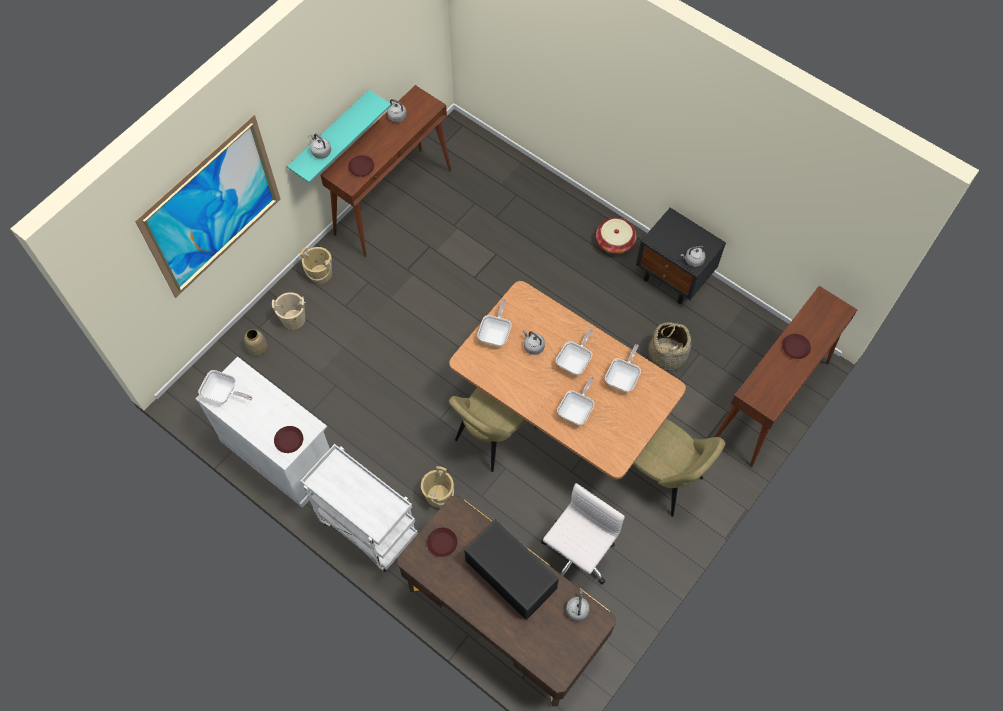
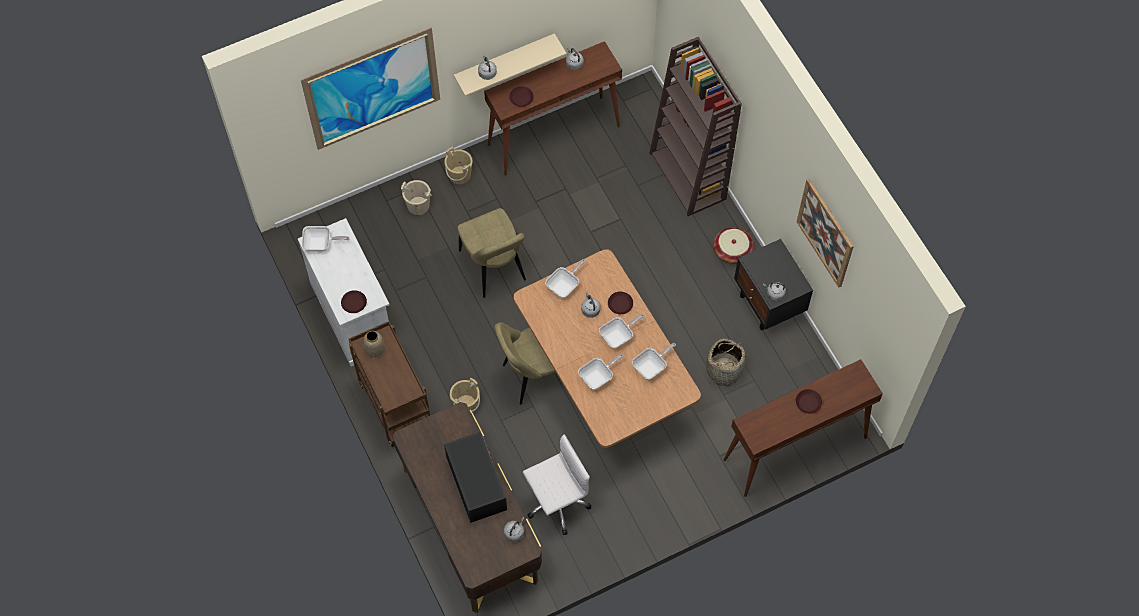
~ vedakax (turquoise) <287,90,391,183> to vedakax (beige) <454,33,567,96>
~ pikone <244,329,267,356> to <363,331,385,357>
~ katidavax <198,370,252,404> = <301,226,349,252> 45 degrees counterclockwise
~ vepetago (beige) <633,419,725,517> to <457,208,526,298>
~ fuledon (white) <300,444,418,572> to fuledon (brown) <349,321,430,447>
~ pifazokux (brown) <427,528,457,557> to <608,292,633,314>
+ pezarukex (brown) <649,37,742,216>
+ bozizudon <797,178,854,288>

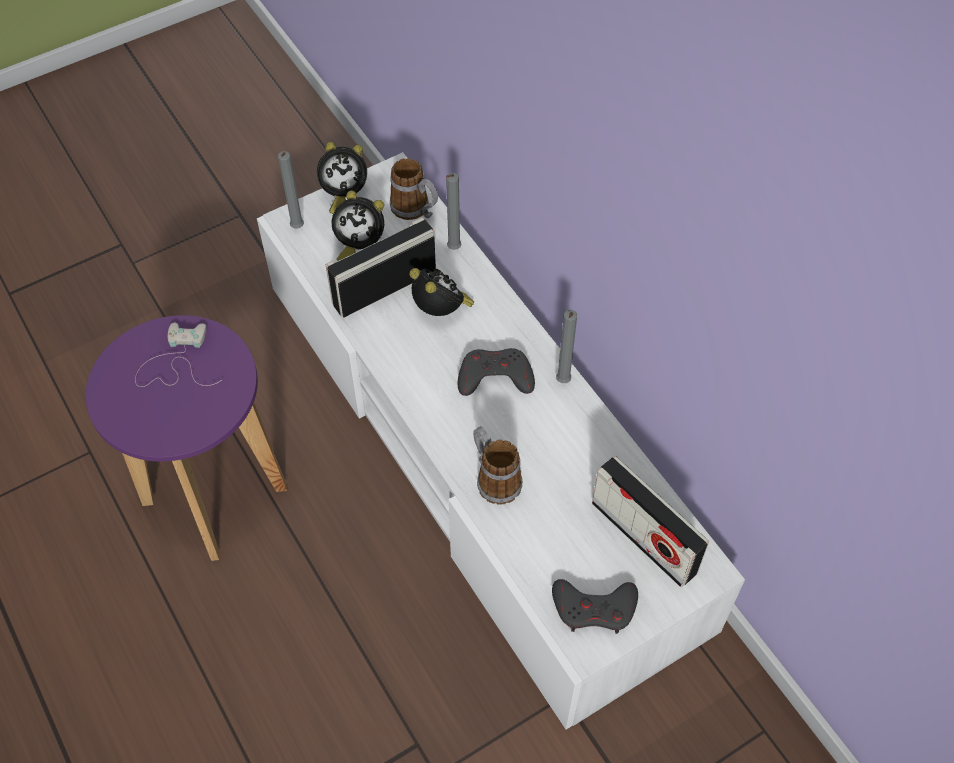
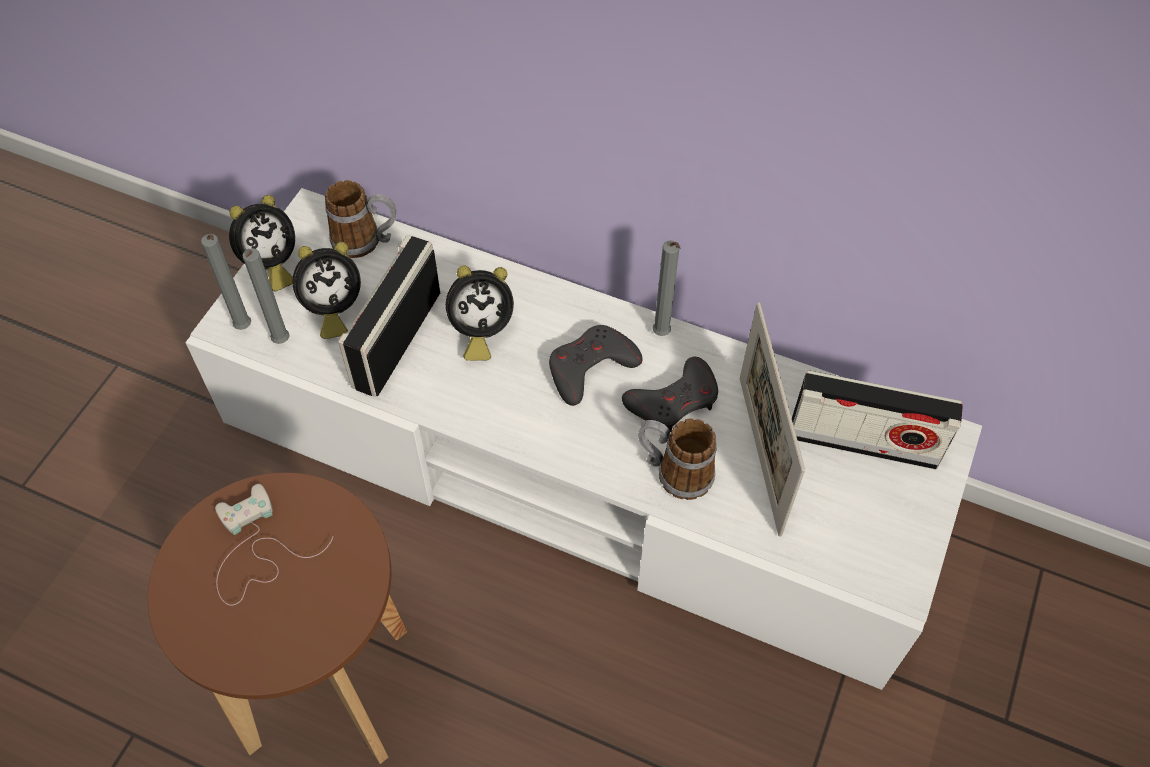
~ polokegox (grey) <446,173,462,250> to <243,248,289,344>
~ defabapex <409,268,474,316> = <446,265,514,361> 150 degrees clockwise
~ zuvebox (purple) <86,315,287,561> to zuvebox (brown) <148,473,407,764>
~ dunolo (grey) <552,579,638,634> to <622,357,718,432>
+ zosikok <740,302,805,537>

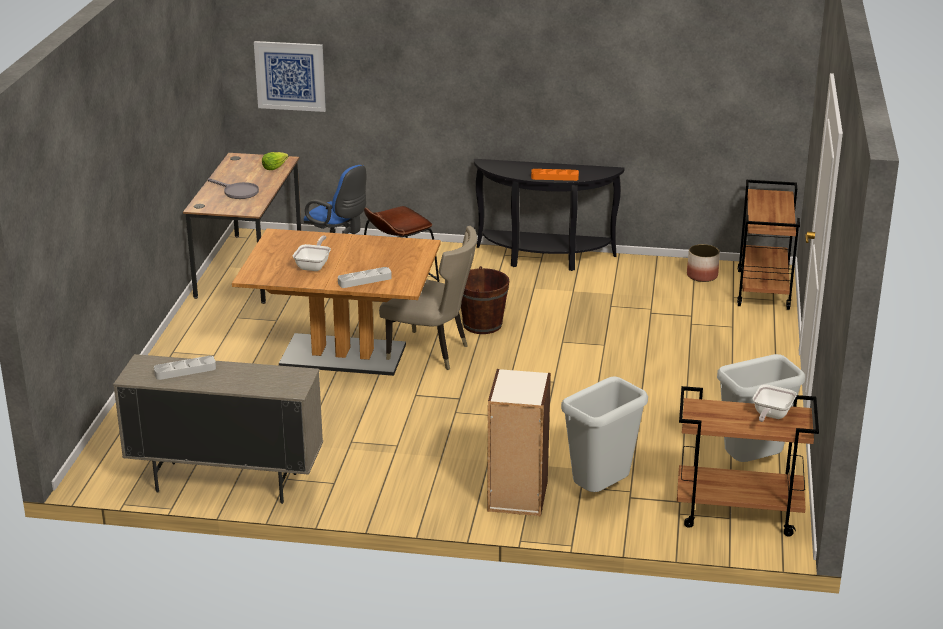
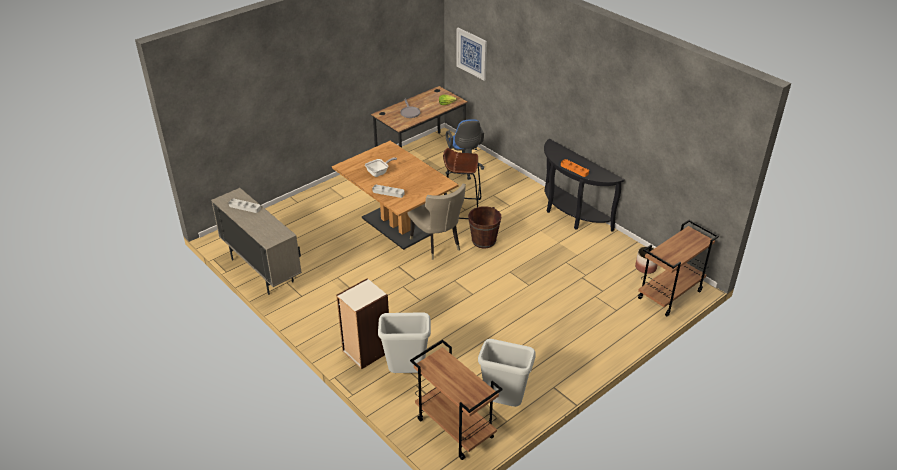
- katidavax <753,385,797,422>

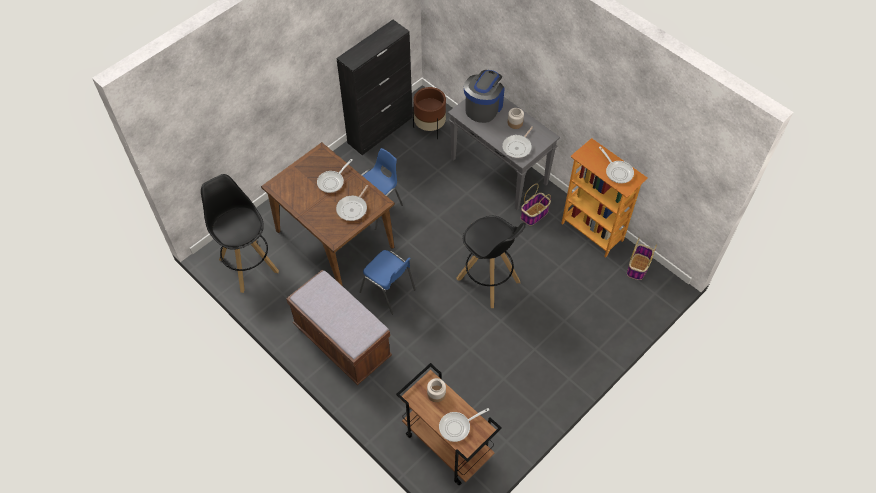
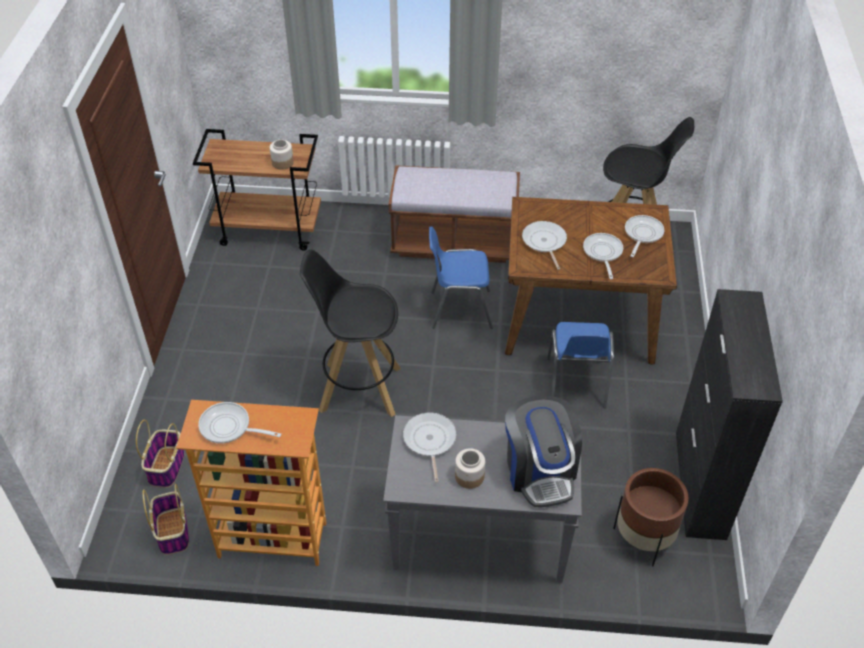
~ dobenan <520,184,551,226> to <136,420,185,488>
~ katidavax <439,408,489,442> to <625,215,664,257>

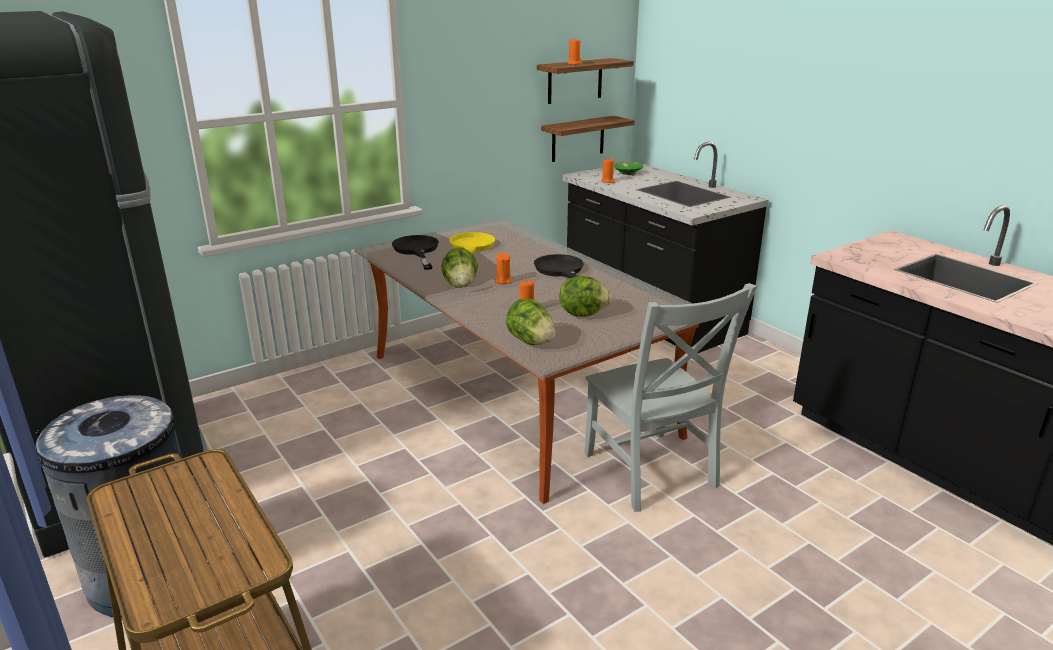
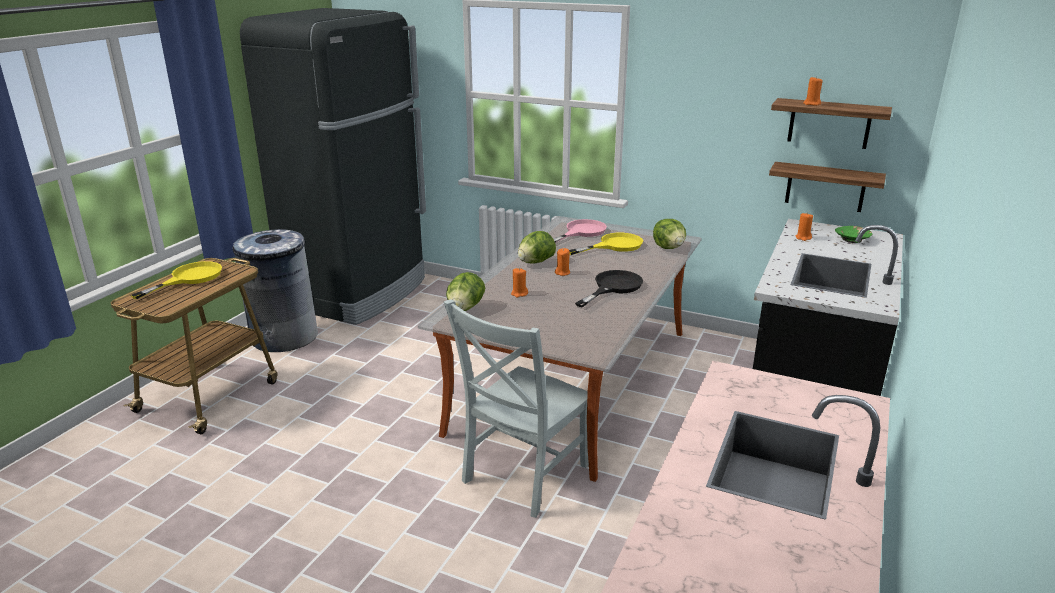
~ katidavax (black) <392,235,439,270> to katidavax (pink) <553,219,607,243>
~ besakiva <559,275,612,317> to <653,219,686,249>
+ katidavax (yellow) <130,261,222,299>

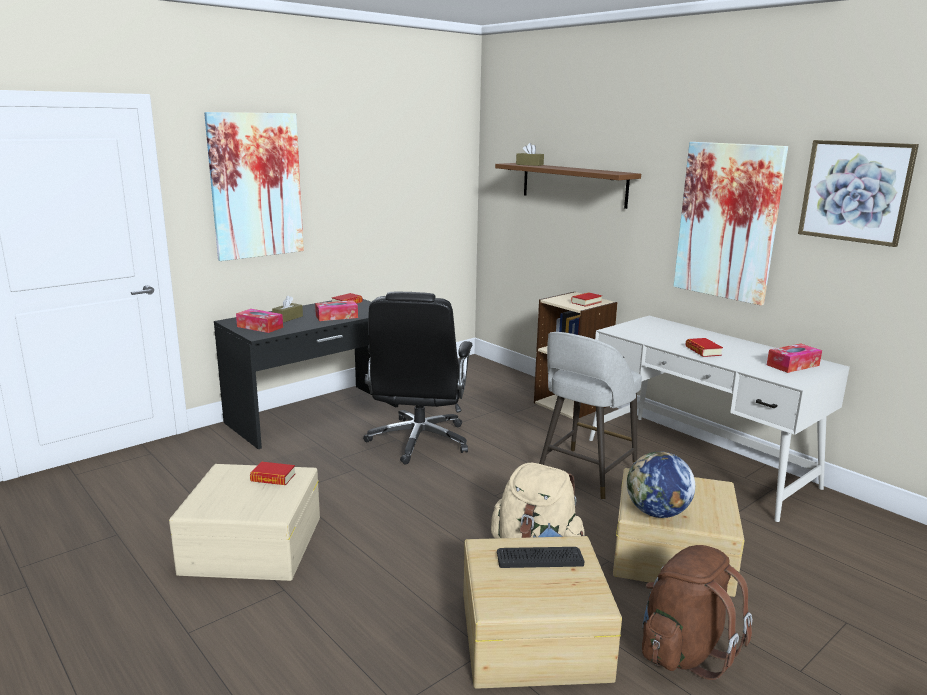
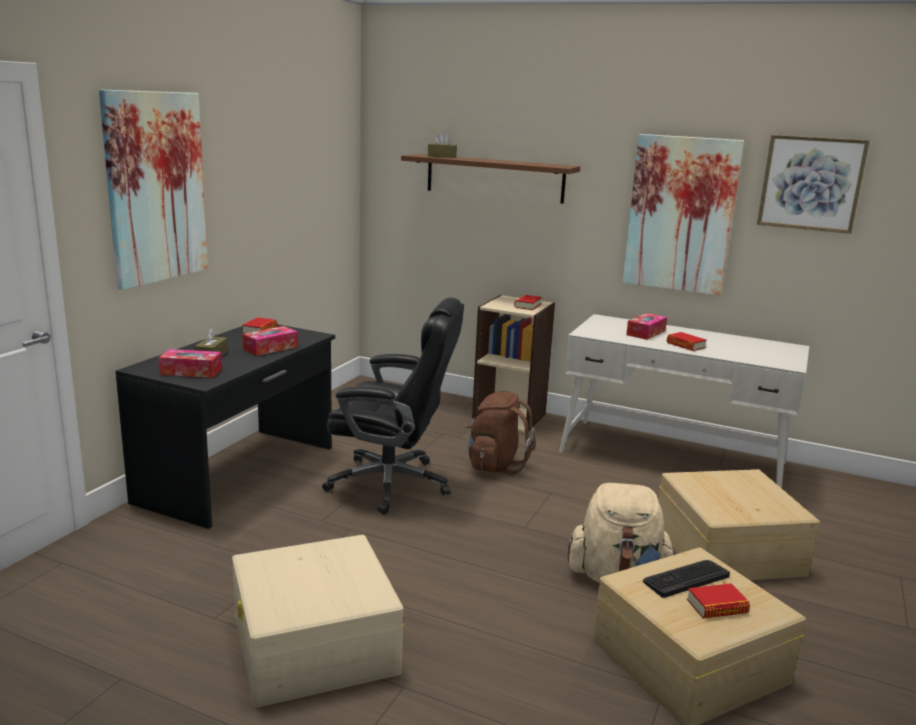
~ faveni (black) <363,292,472,465> = <322,298,464,515> 60 degrees counterclockwise
- zuvebox (grey) <539,332,642,500>
~ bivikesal <767,344,822,373> to <626,313,667,340>
- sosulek <627,451,695,518>
~ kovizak <250,462,295,485> to <687,583,750,618>
~ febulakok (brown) <642,545,752,680> to <466,392,536,475>

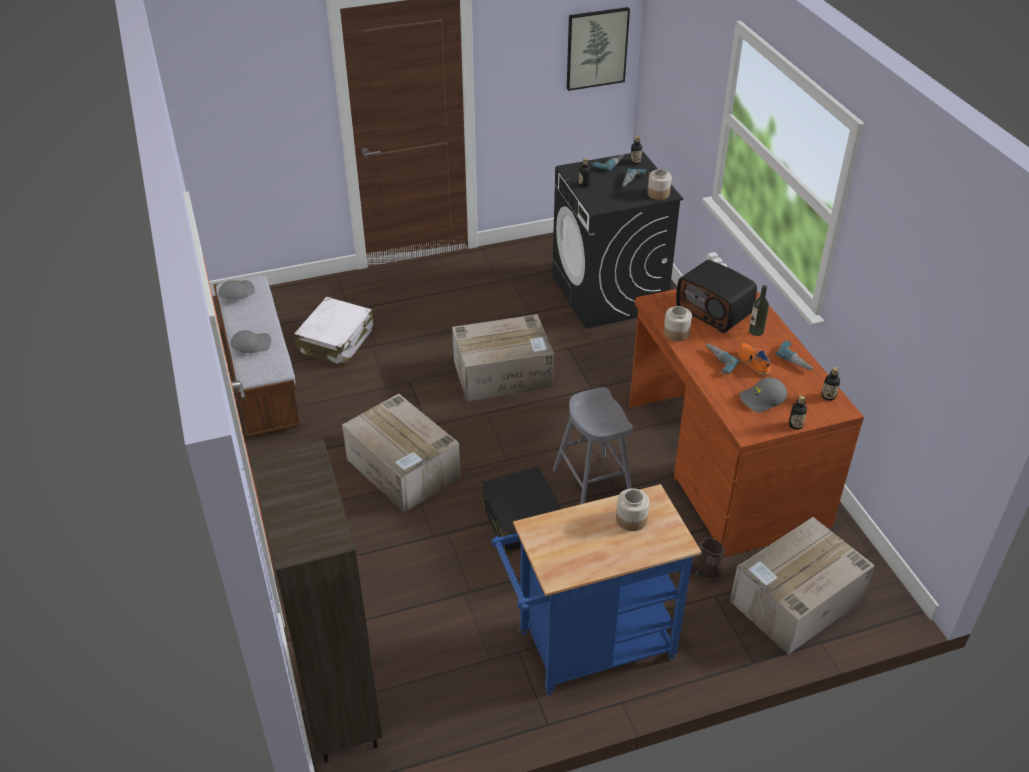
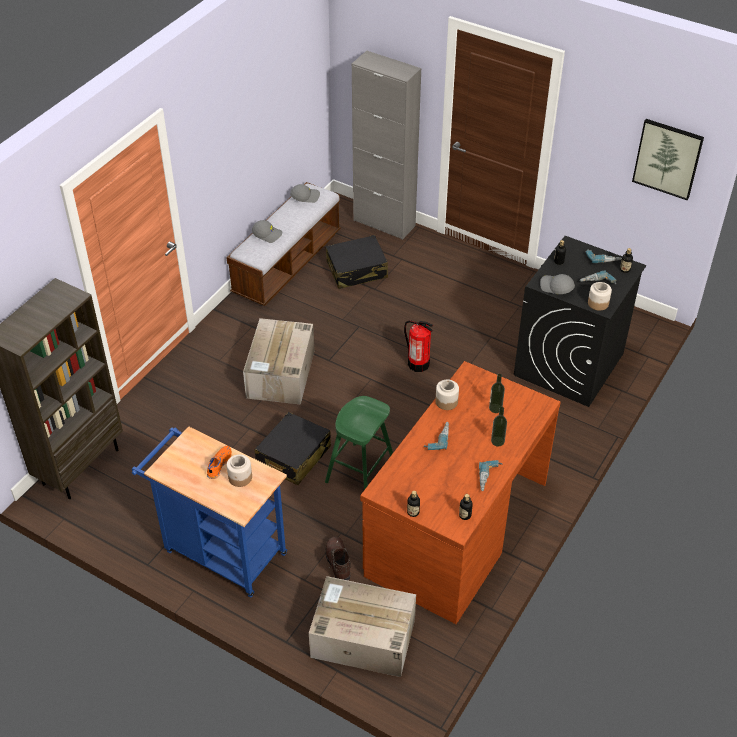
~ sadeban <676,260,757,333> to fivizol <489,374,505,413>
~ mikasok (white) <294,297,374,367> to mikasok (black) <326,235,388,289>
~ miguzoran <452,314,554,401> to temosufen <404,320,433,372>
~ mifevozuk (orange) <738,343,771,375> to <207,446,232,479>
~ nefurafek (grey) <739,378,787,413> to <540,274,575,294>
~ zuvebox (grey) <553,387,633,504> to zuvebox (green) <325,396,393,490>
+ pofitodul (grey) <352,51,421,240>

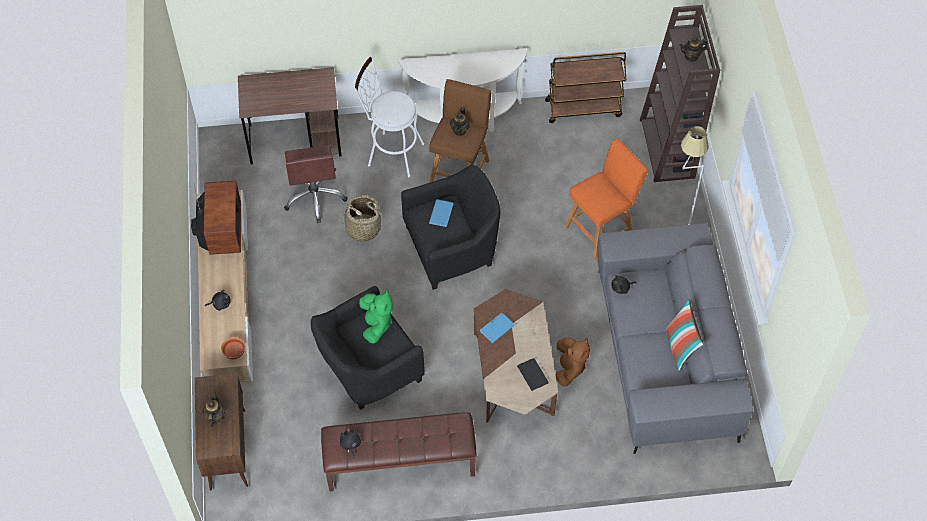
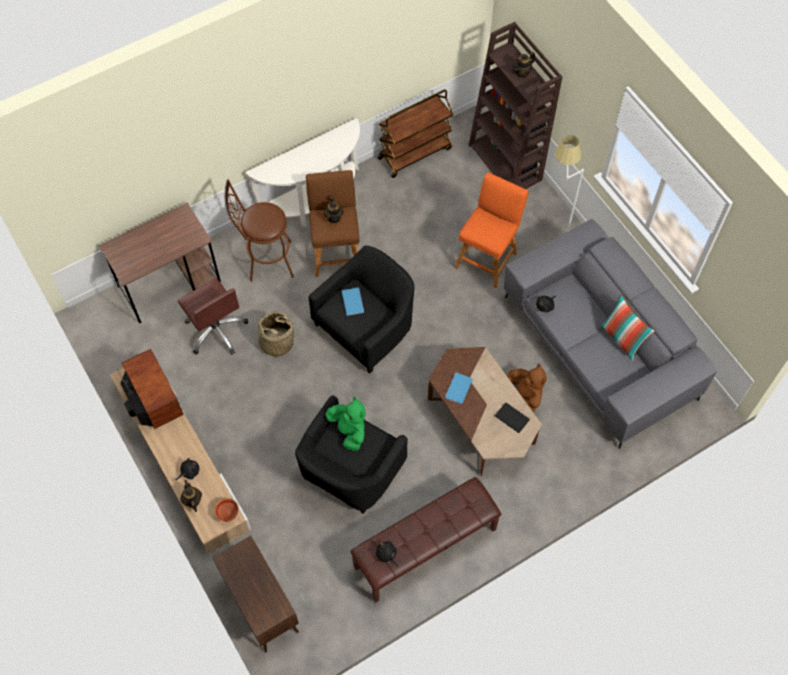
~ zuvebox (white) <355,56,424,177> to zuvebox (brown) <225,179,294,282>
~ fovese <202,392,225,427> to <180,480,202,512>

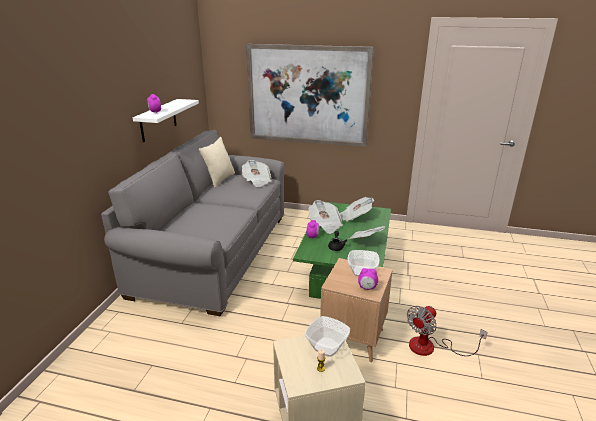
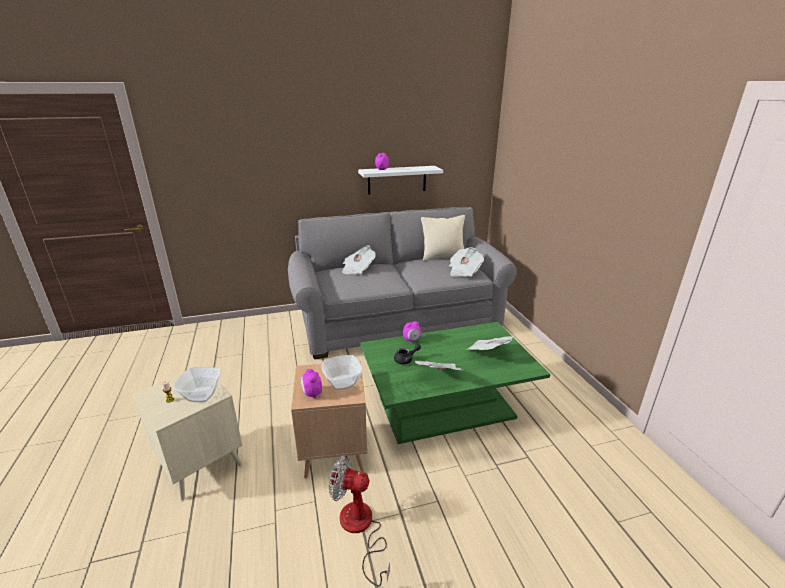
- bozizudon <246,44,374,147>
~ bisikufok <308,200,343,234> to <342,245,376,274>

